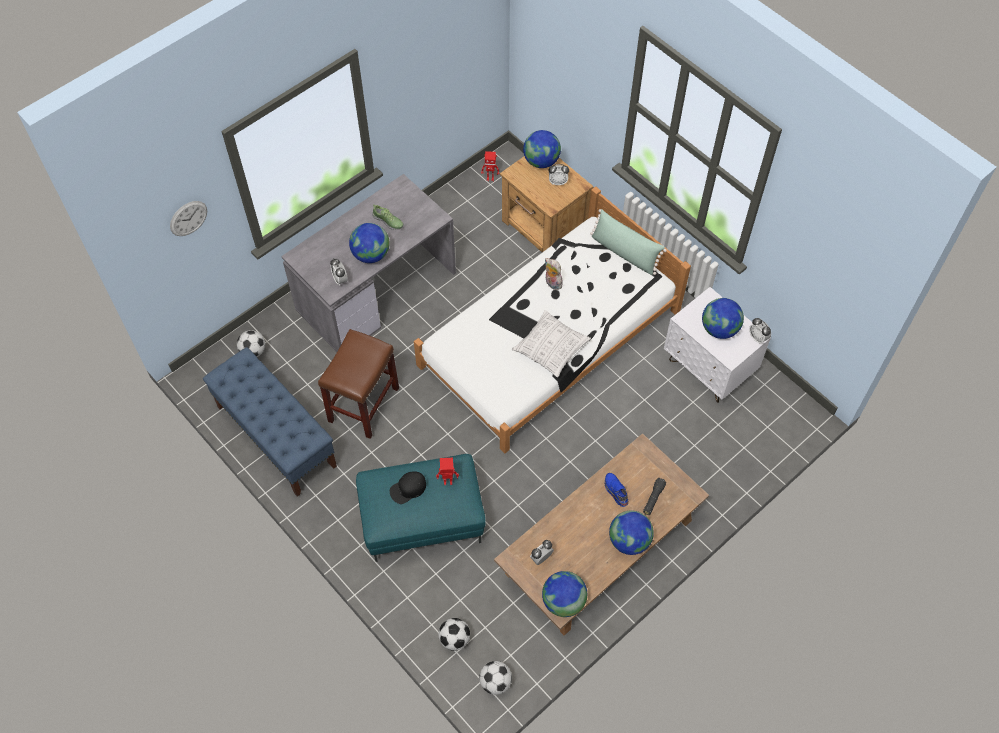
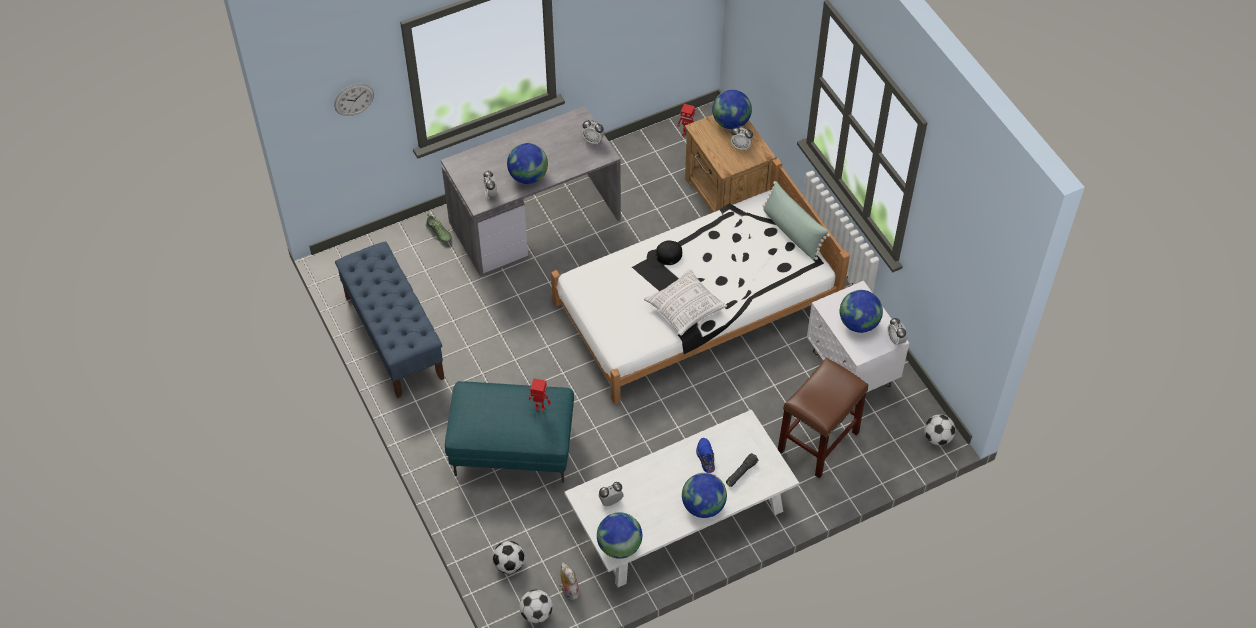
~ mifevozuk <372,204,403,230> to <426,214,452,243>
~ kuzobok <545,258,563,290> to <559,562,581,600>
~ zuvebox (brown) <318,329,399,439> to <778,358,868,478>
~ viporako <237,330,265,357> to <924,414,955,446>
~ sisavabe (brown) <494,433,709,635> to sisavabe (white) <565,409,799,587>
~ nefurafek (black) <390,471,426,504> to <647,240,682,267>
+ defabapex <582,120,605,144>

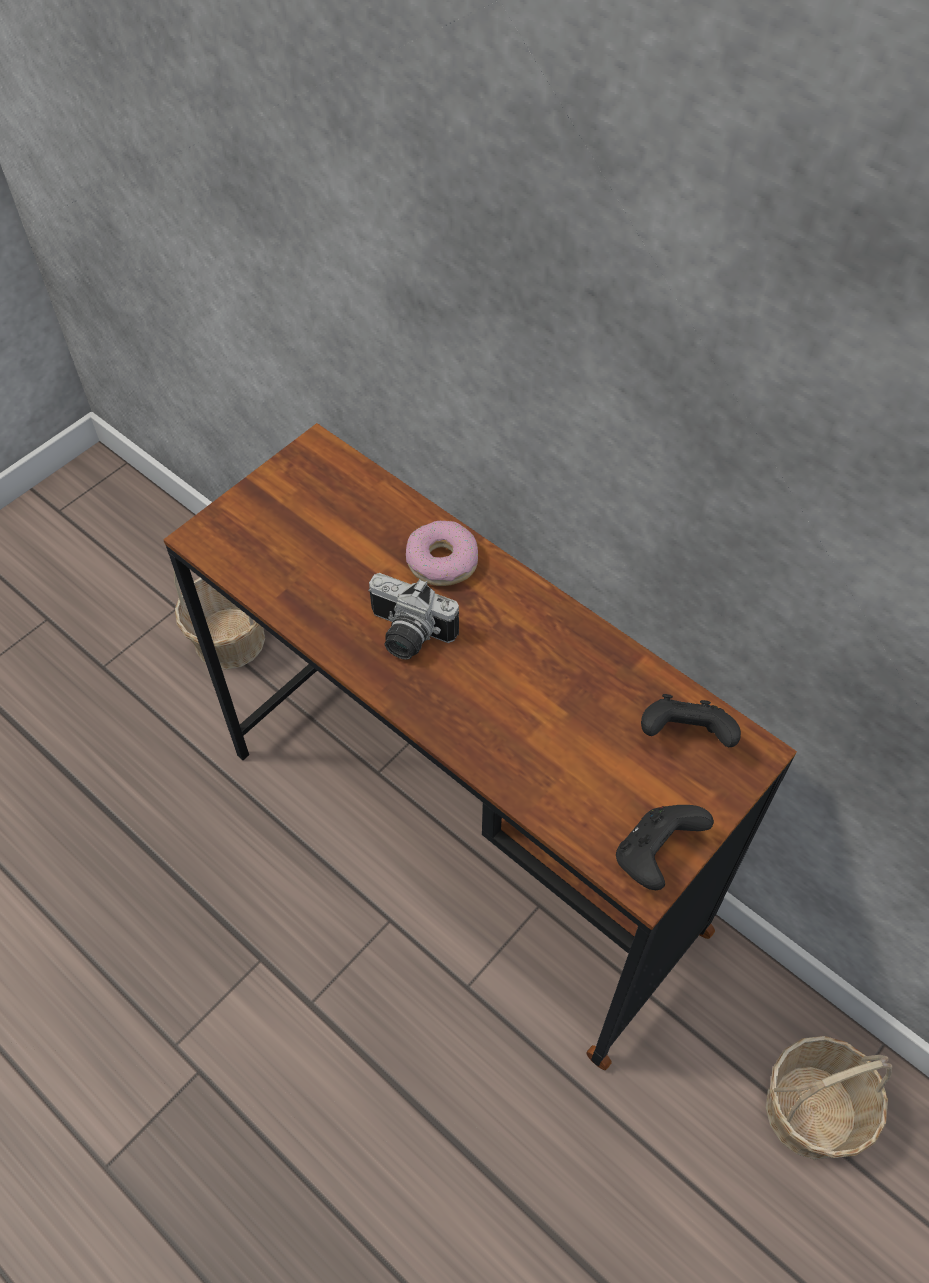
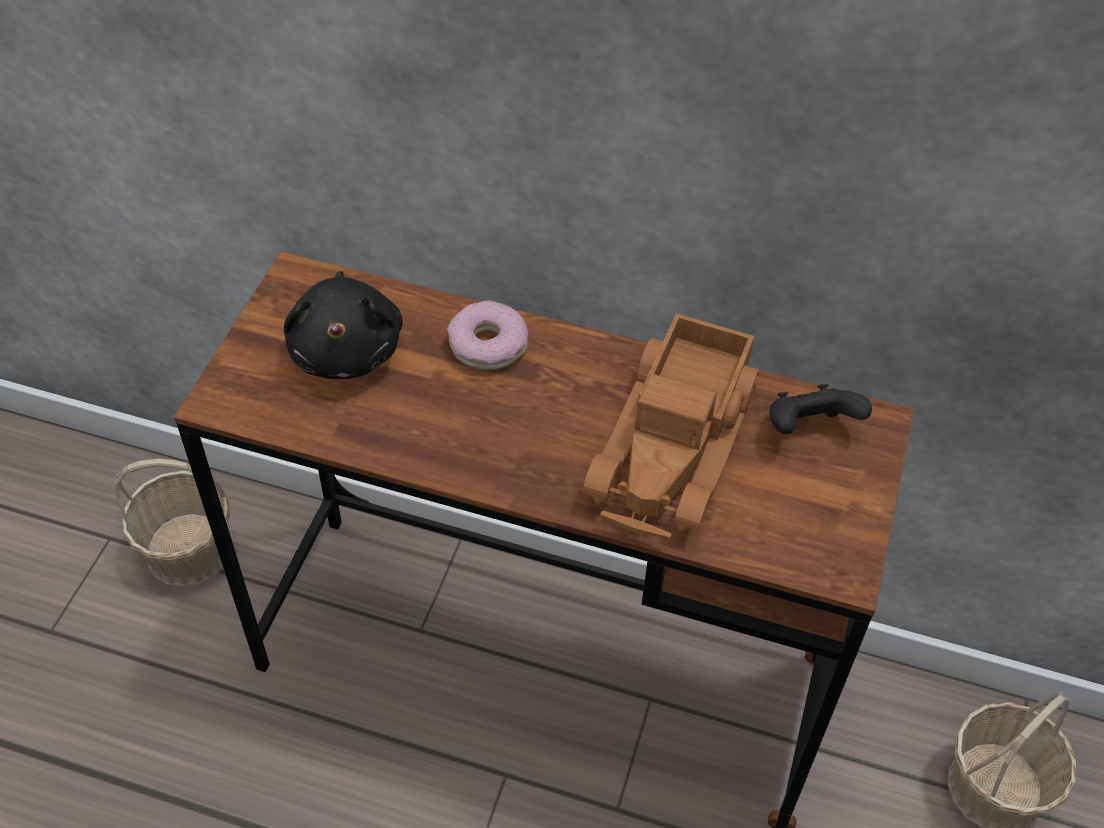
- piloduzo <368,573,459,660>
- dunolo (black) <616,805,714,890>
+ kuzobok (black) <284,271,403,379>
+ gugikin <583,313,760,539>

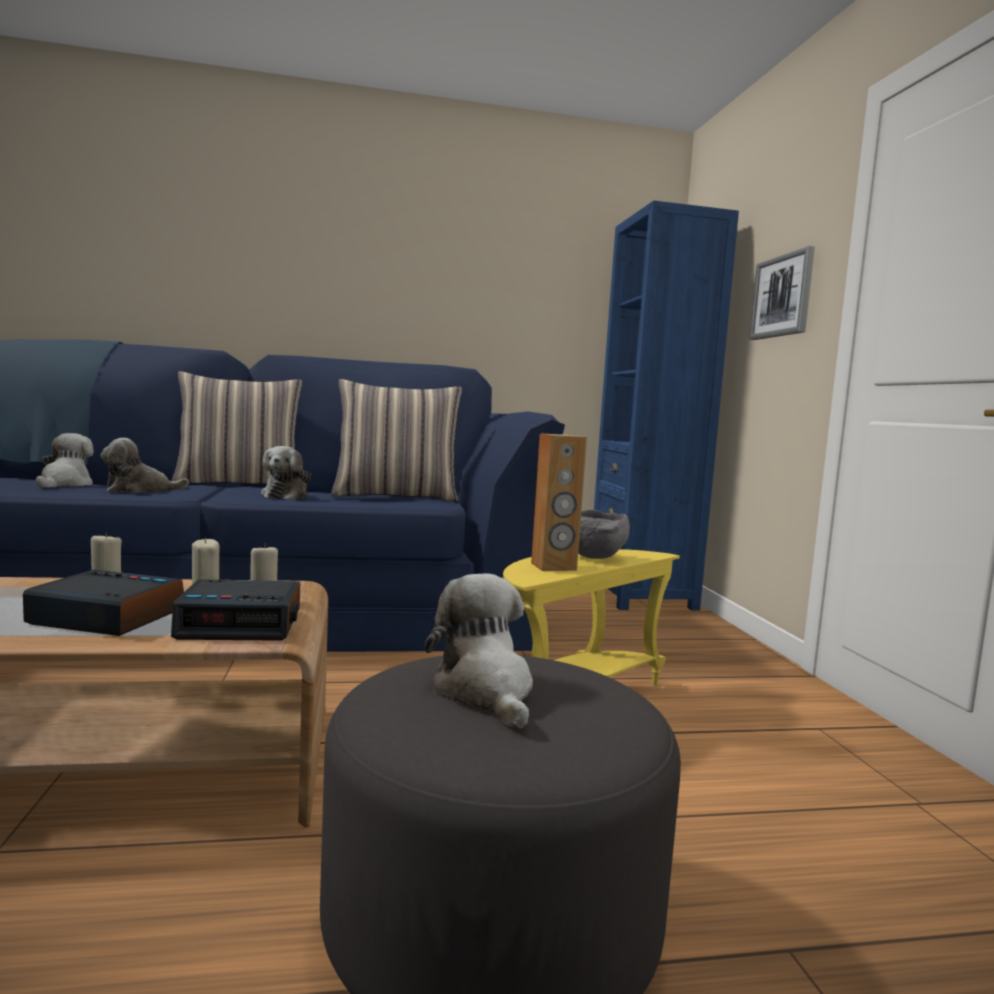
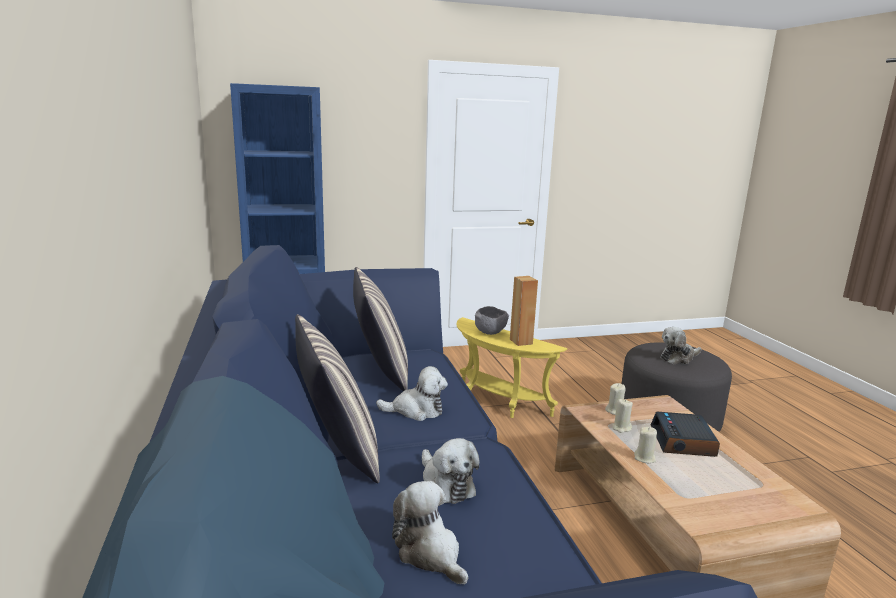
- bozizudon <749,246,815,340>
~ kuzobok <36,433,94,488> = <392,481,468,585> 60 degrees clockwise
- defabapex <171,579,300,641>

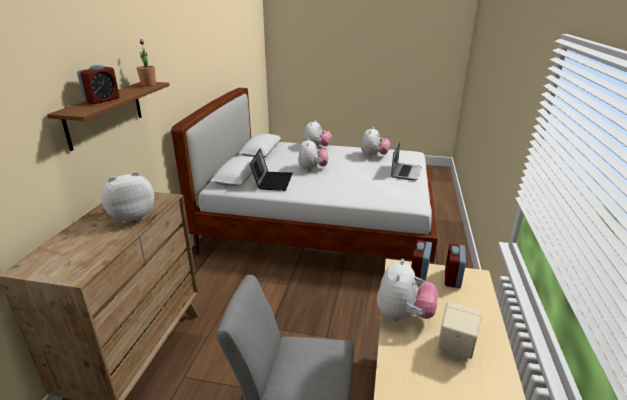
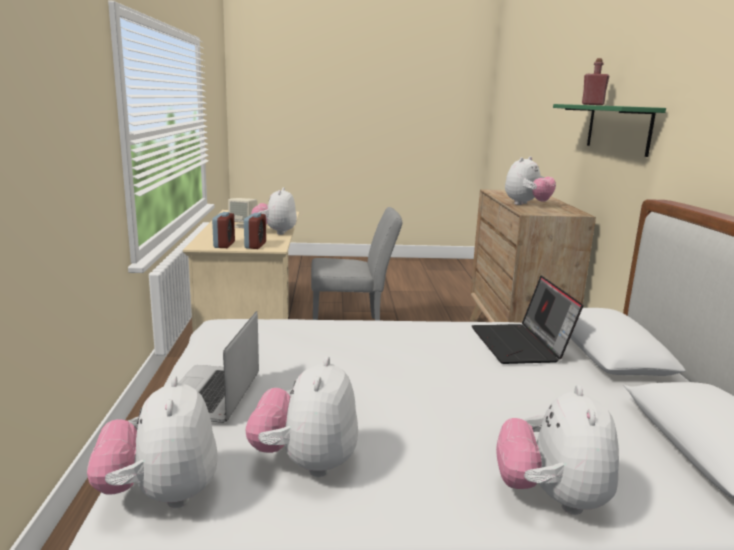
- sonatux <137,39,156,86>
~ defabapex <77,65,119,104> to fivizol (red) <582,58,609,105>
~ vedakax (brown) <47,82,170,151> to vedakax (green) <553,104,666,157>
~ kuzobok <298,138,328,171> to <87,376,218,508>

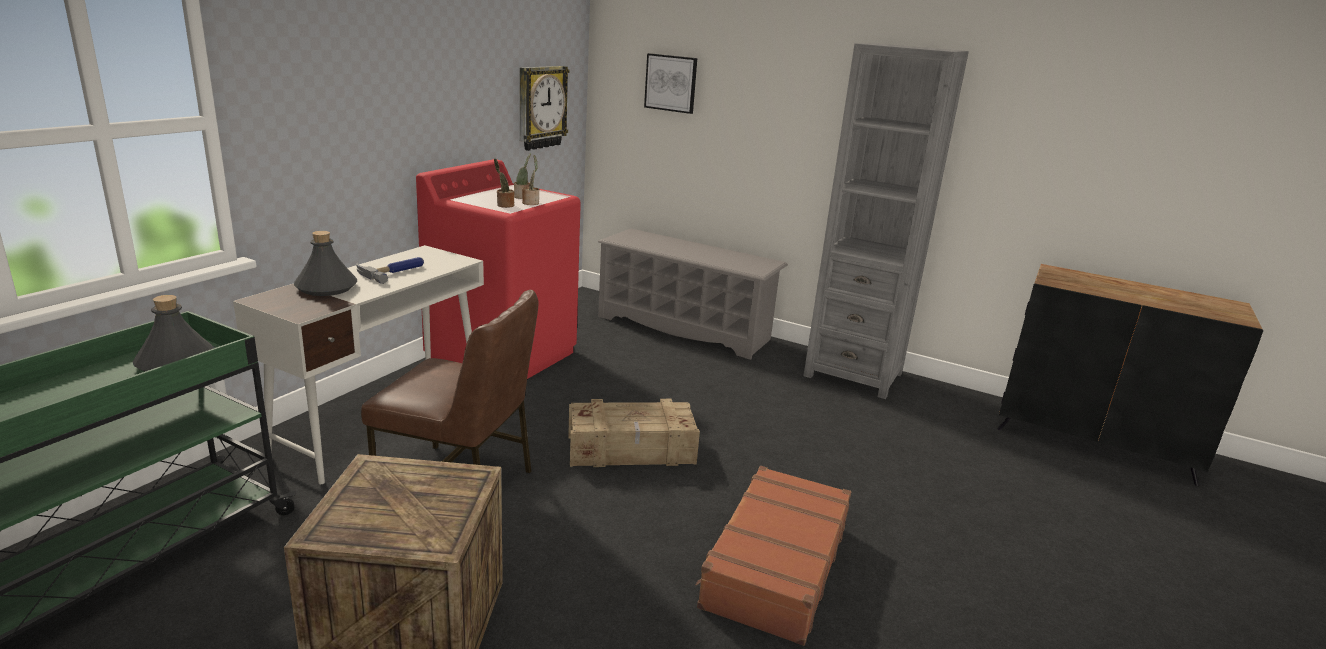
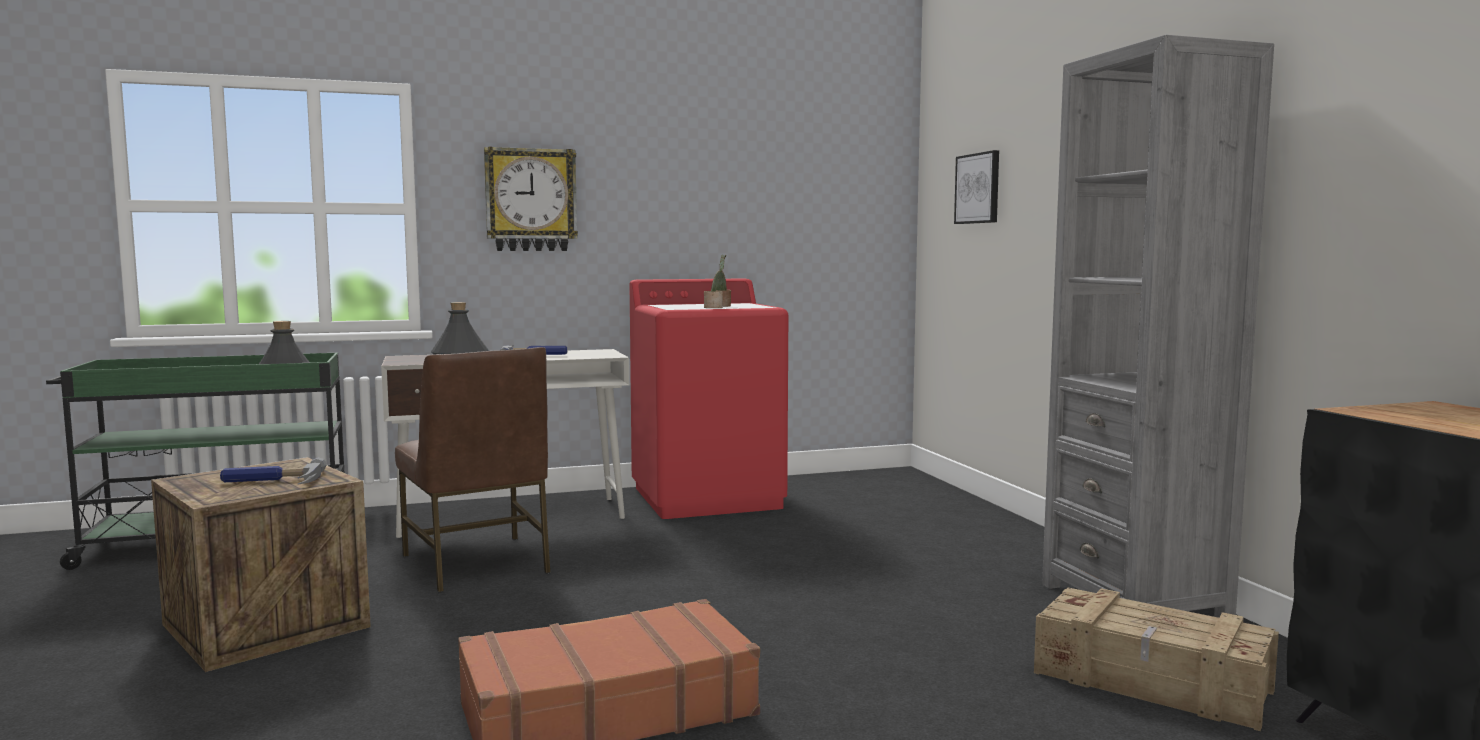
~ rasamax <520,66,570,151> to <484,146,578,251>
- sonatux <494,158,514,208>
- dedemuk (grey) <598,229,788,360>
~ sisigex <568,399,700,467> to <1034,588,1279,731>
+ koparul <220,457,327,485>

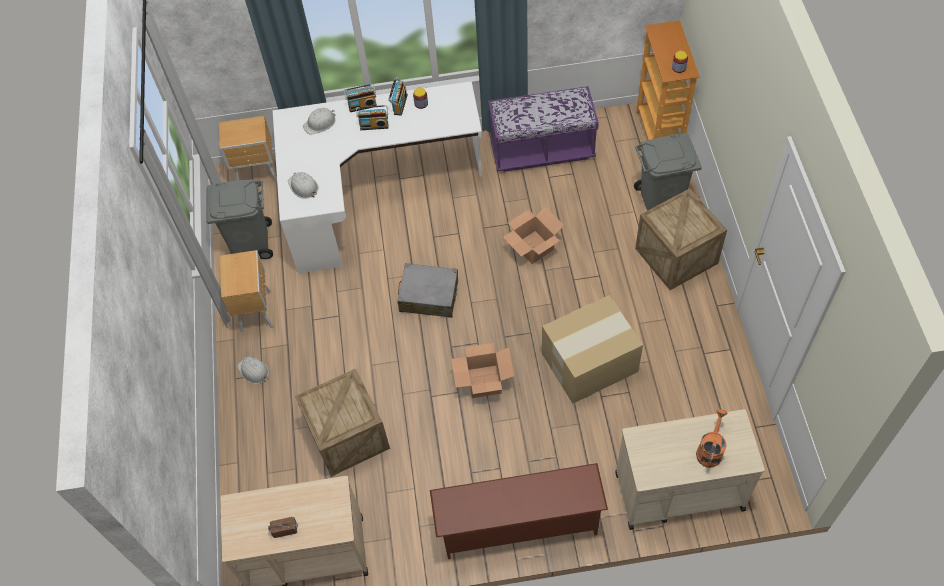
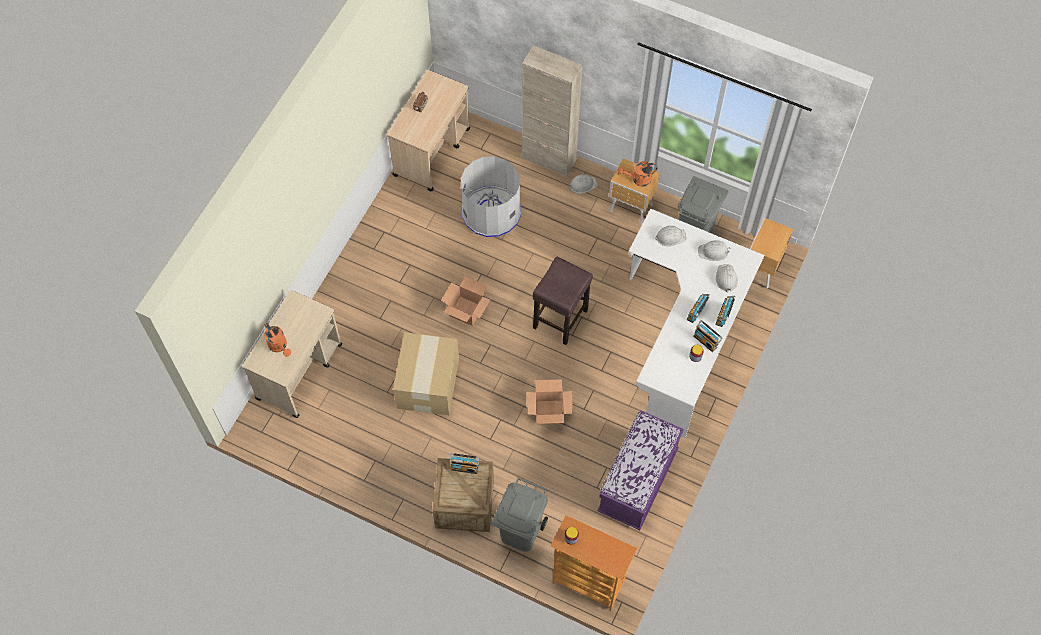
~ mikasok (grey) <397,263,458,318> to zuvebox (brown) <533,257,593,345>
~ sisigex <295,368,390,477> to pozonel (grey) <461,156,521,237>
- dedemuk (brown) <430,463,608,559>
+ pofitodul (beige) <522,45,582,176>
+ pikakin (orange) <617,161,658,187>
+ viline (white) <698,240,731,261>
+ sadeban <450,453,480,474>

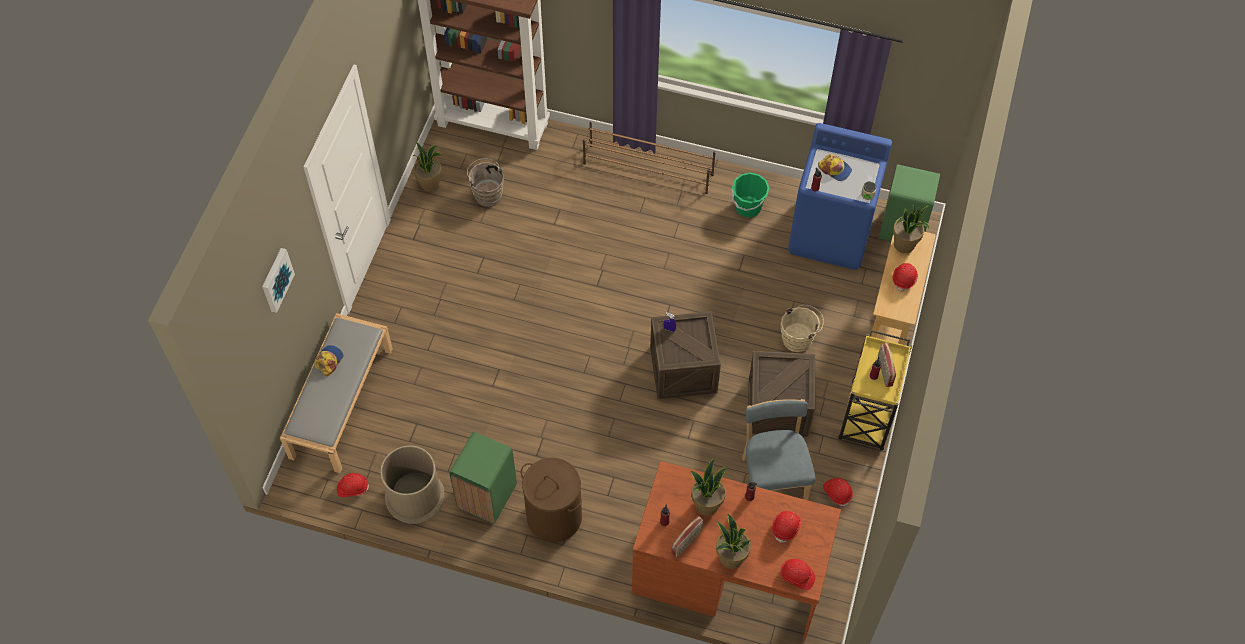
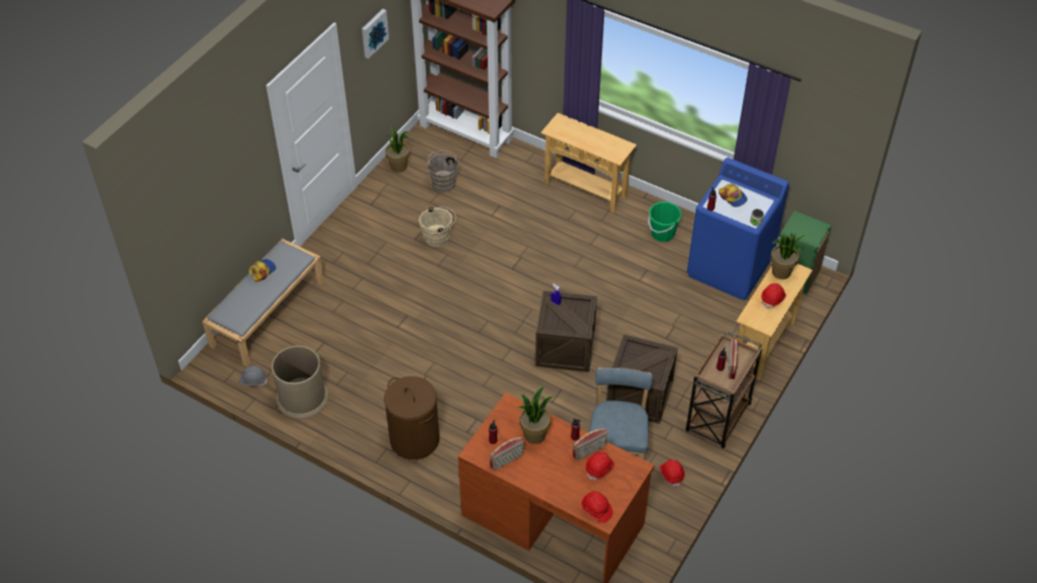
~ dedemuk (brown) <583,122,716,194> to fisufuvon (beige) <541,113,637,213>
~ bozizudon <262,248,295,313> to <362,9,389,59>
~ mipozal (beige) <781,305,824,352> to <419,207,456,247>
~ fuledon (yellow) <838,330,912,450> to fuledon (brown) <686,330,762,448>
- pozonel (green) <449,432,517,524>
~ viline (red) <337,473,369,497> to viline (grey) <239,365,268,386>
- sonatux <716,514,751,569>
+ sadeban <573,427,608,461>

